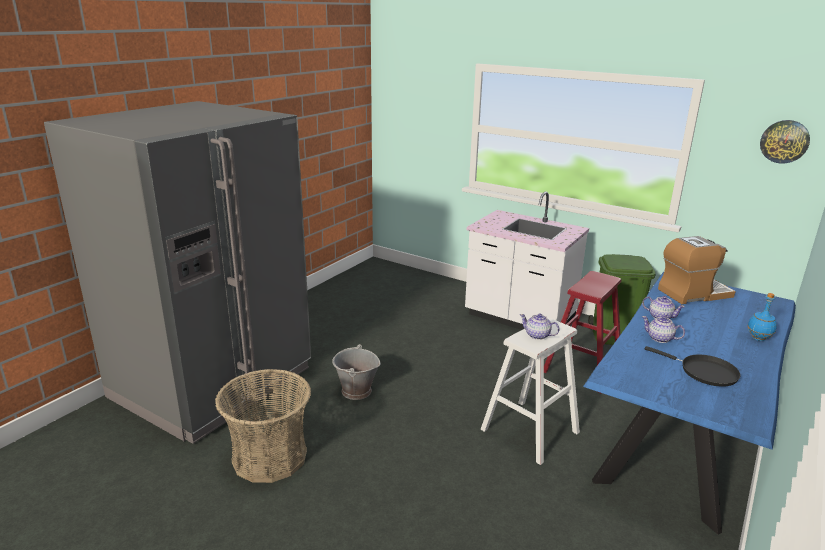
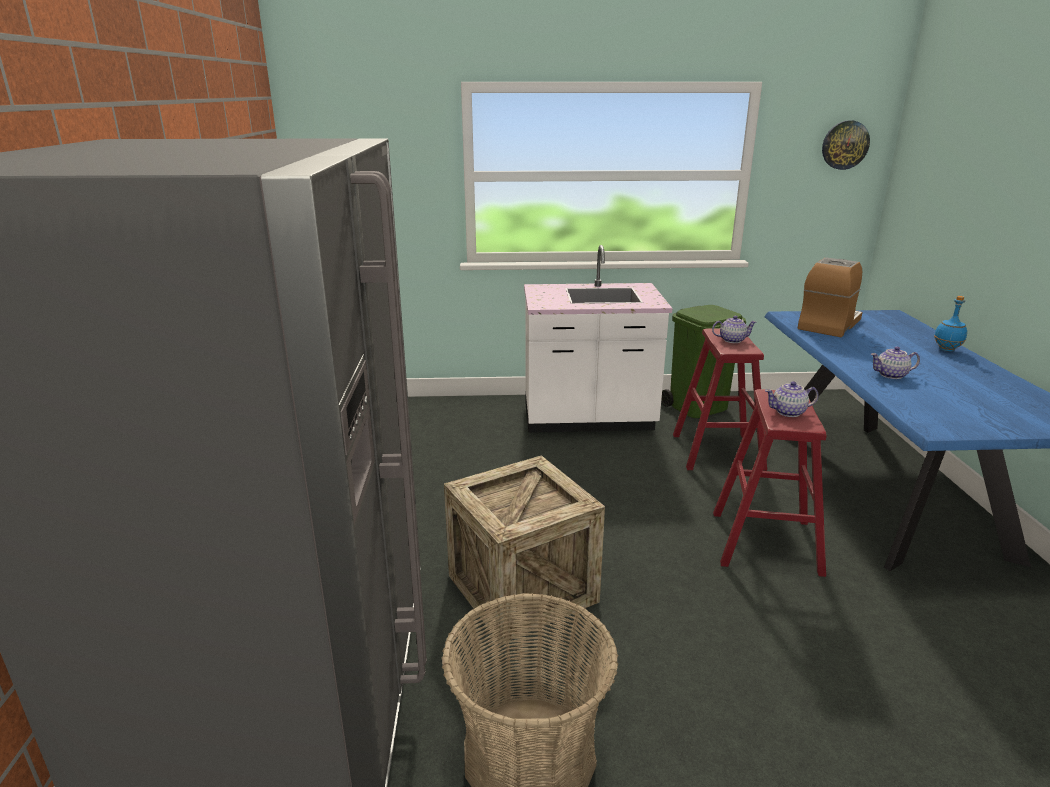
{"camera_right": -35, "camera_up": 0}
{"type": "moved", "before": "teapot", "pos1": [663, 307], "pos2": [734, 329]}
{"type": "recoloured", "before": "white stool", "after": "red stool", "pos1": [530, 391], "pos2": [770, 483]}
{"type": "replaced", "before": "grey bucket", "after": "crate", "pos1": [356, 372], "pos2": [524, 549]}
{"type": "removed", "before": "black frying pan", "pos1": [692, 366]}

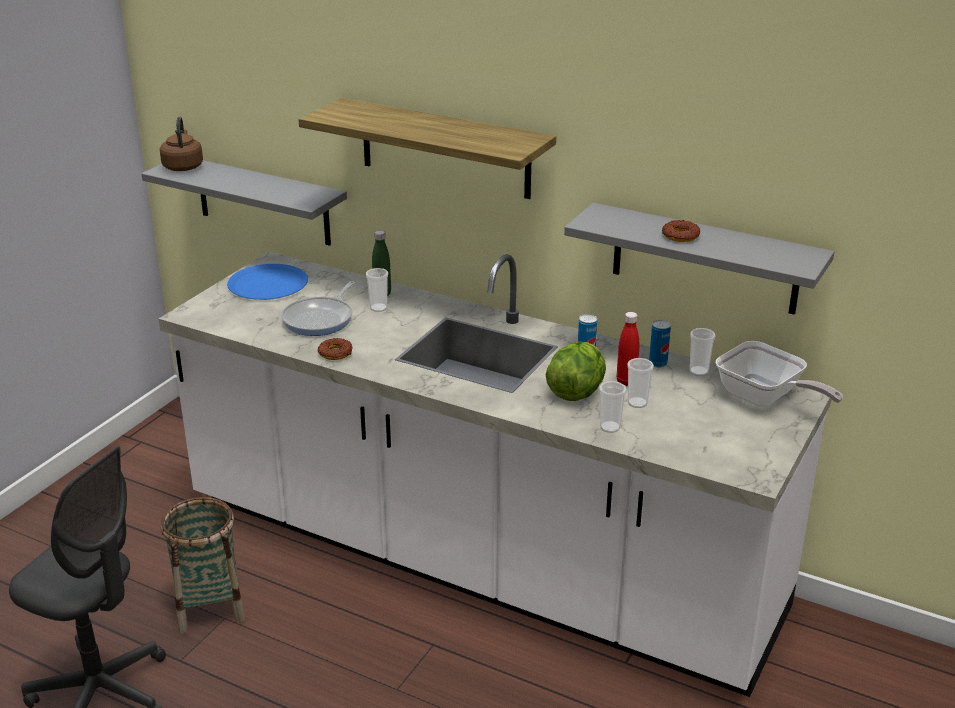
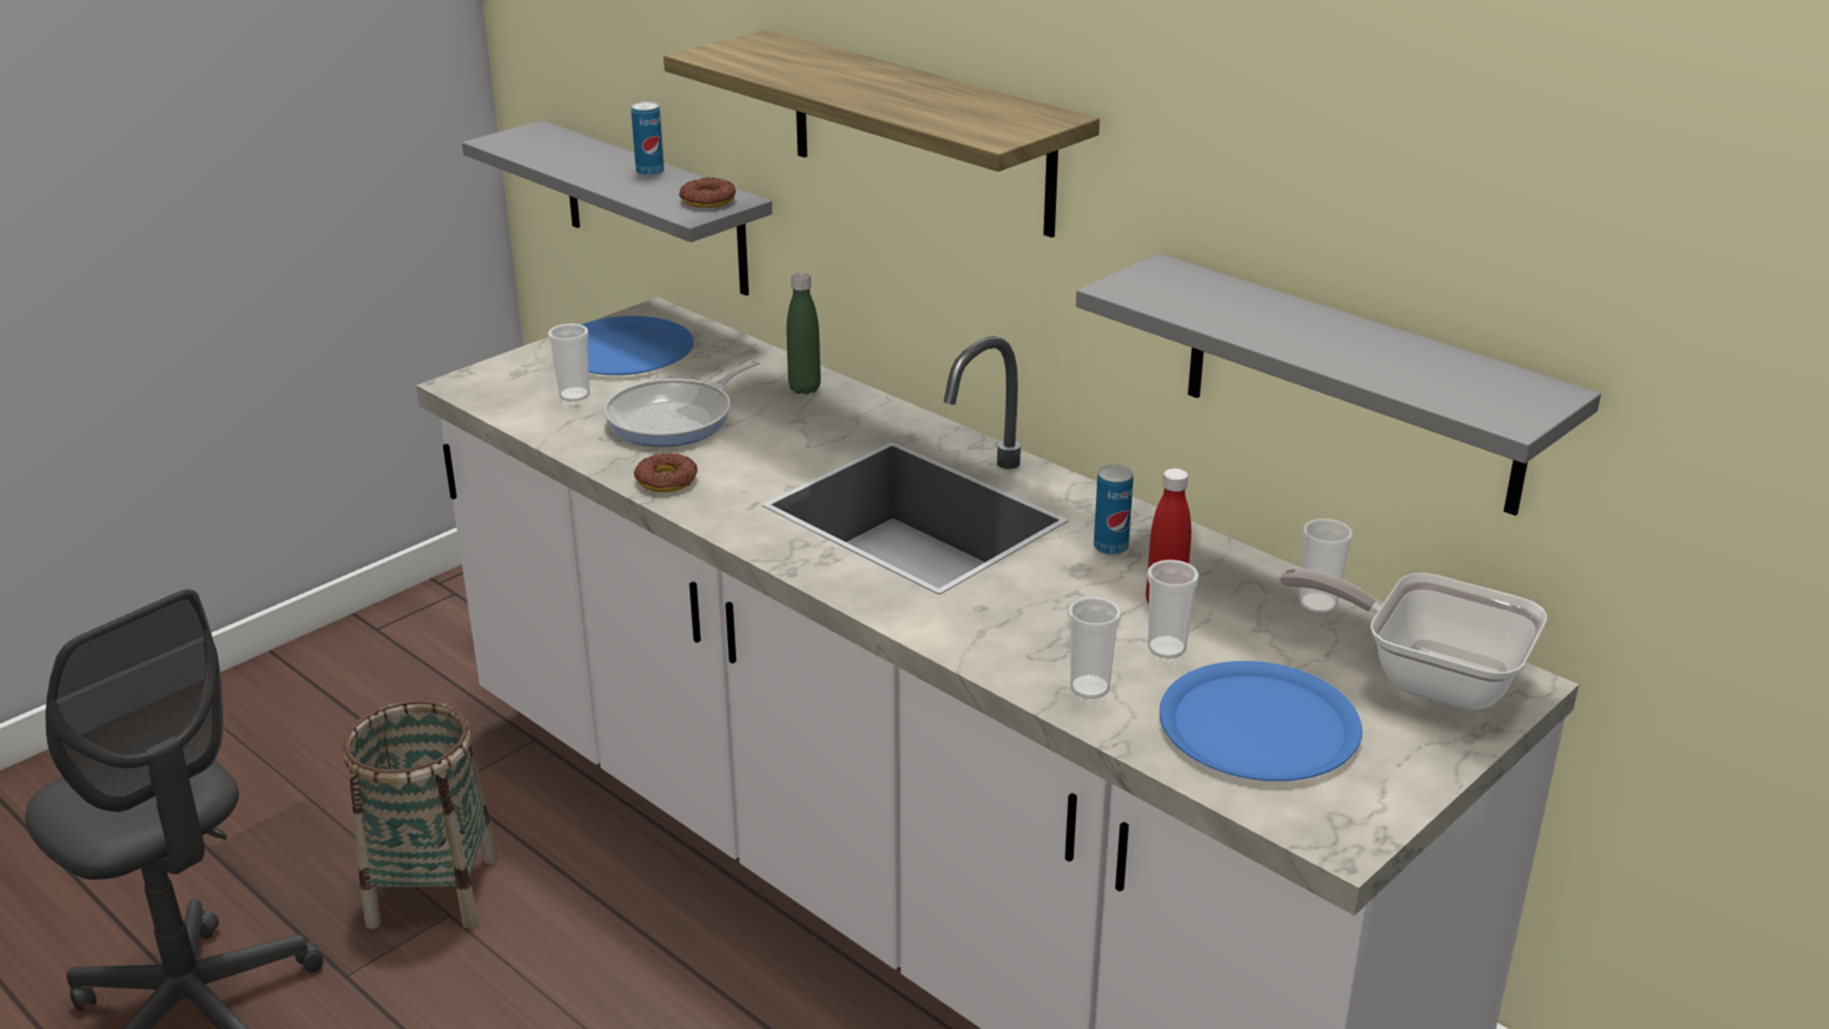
{"camera_right": 15, "camera_up": 0}
{"type": "removed", "before": "brown kettle", "pos1": [181, 143]}
{"type": "moved", "before": "donut", "pos1": [681, 231], "pos2": [707, 192]}
{"type": "moved", "before": "cup", "pos1": [377, 290], "pos2": [569, 362]}
{"type": "moved", "before": "can", "pos1": [660, 343], "pos2": [647, 138]}
{"type": "turned", "before": "frying pan", "pos1": [779, 374], "pos2": [1413, 639], "turn": 150}
{"type": "removed", "before": "lettuce", "pos1": [576, 371]}
{"type": "added", "after": "blue plate", "pos2": [1260, 721]}

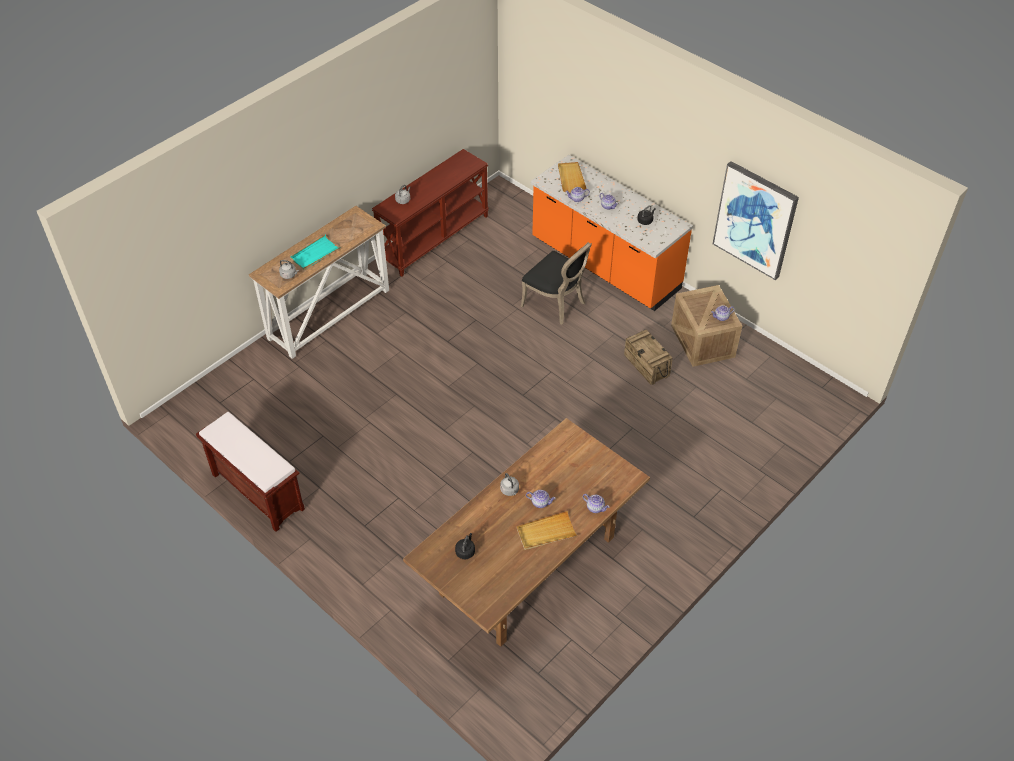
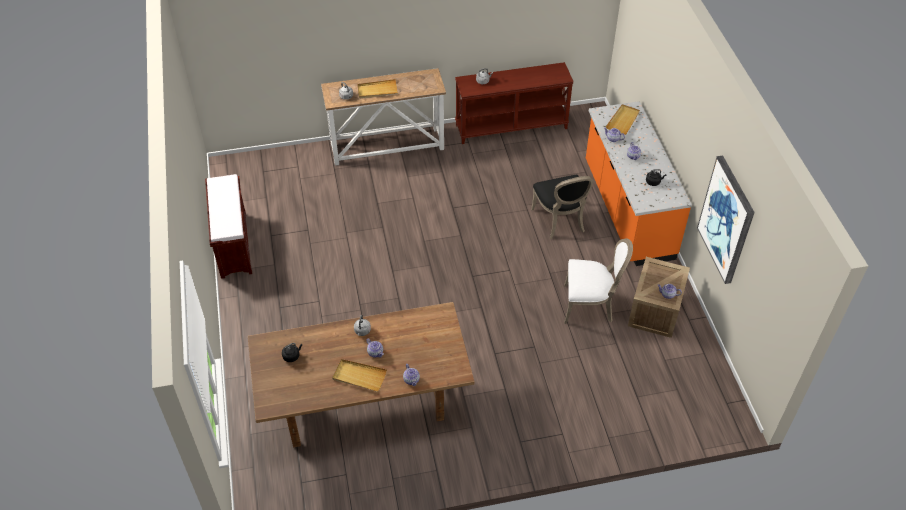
{"camera_right": 35, "camera_up": 0}
{"type": "recoloured", "before": "turquoise tray", "after": "beige tray", "pos1": [315, 252], "pos2": [378, 88]}
{"type": "replaced", "before": "crate", "after": "white chair", "pos1": [648, 357], "pos2": [598, 281]}

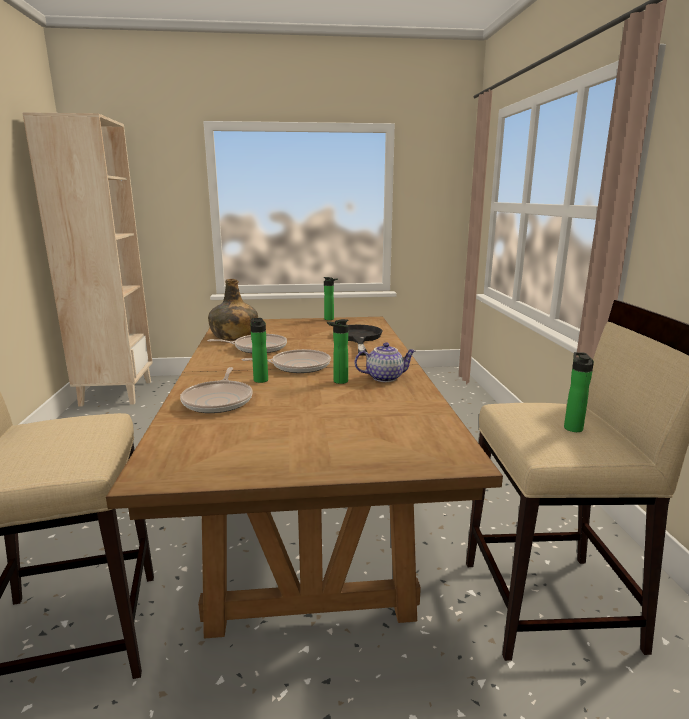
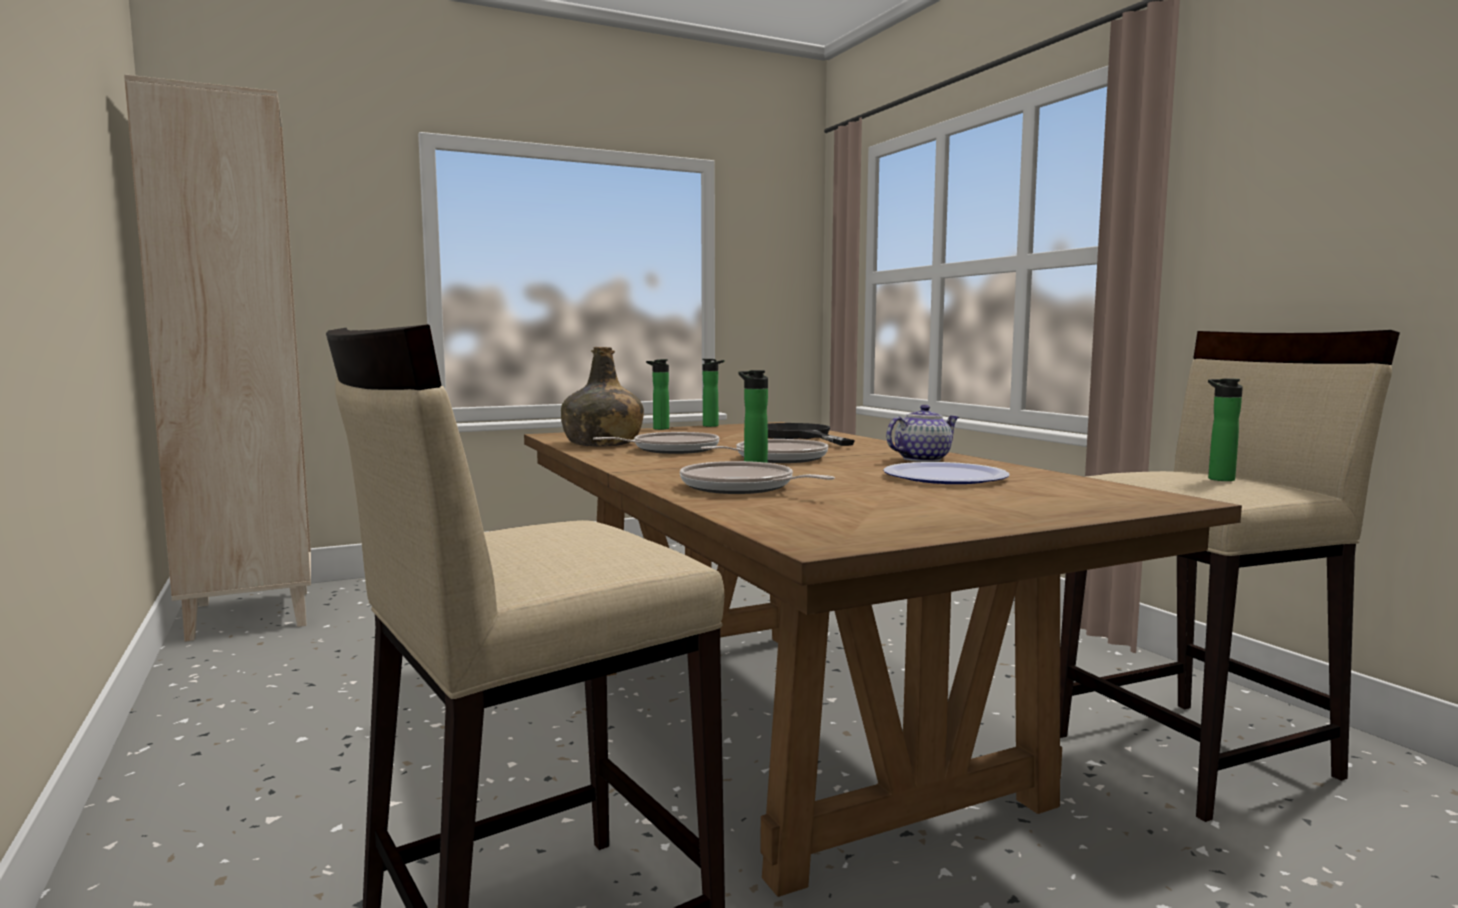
{"camera_right": -20, "camera_up": -10}
{"type": "moved", "before": "bottle", "pos1": [337, 351], "pos2": [657, 394]}
{"type": "turned", "before": "frying pan", "pos1": [216, 390], "pos2": [757, 477], "turn": 150}
{"type": "added", "after": "plate", "pos2": [946, 473]}

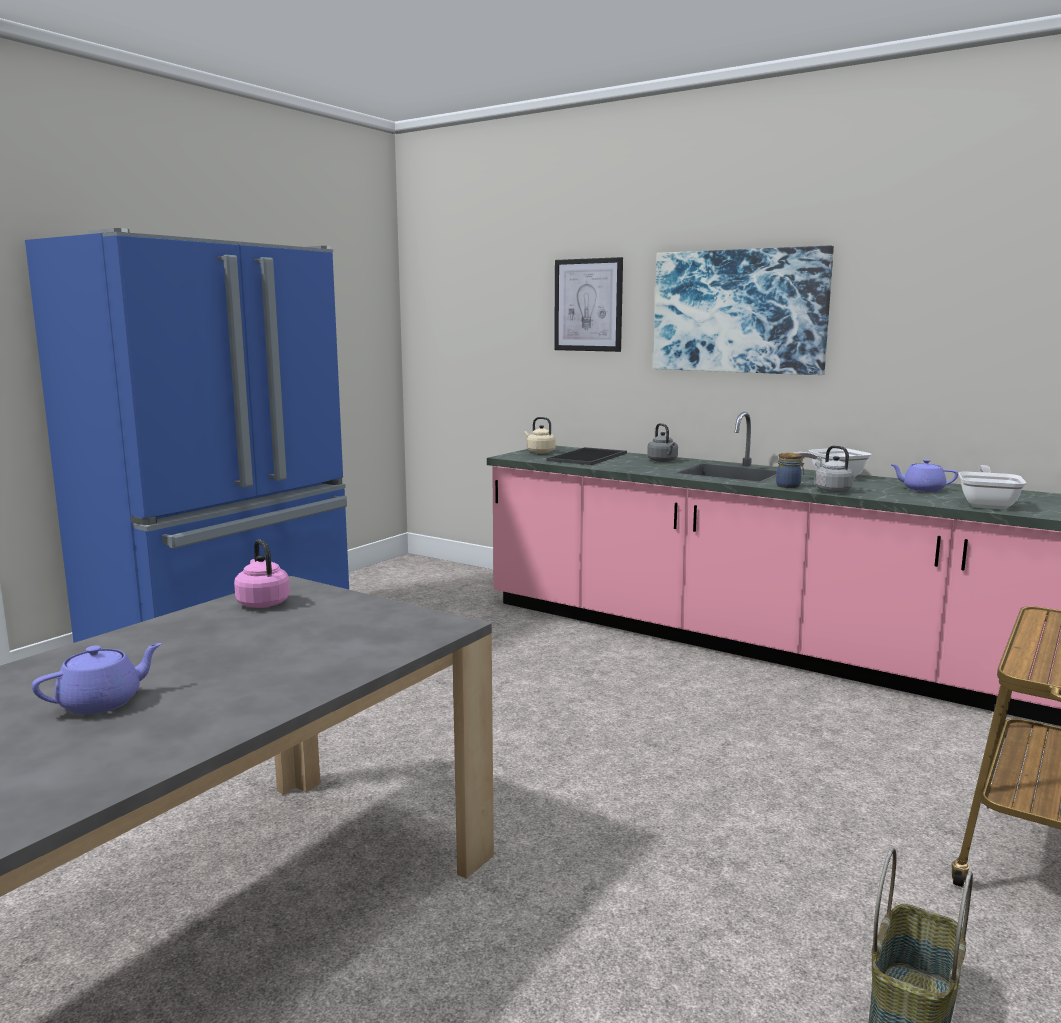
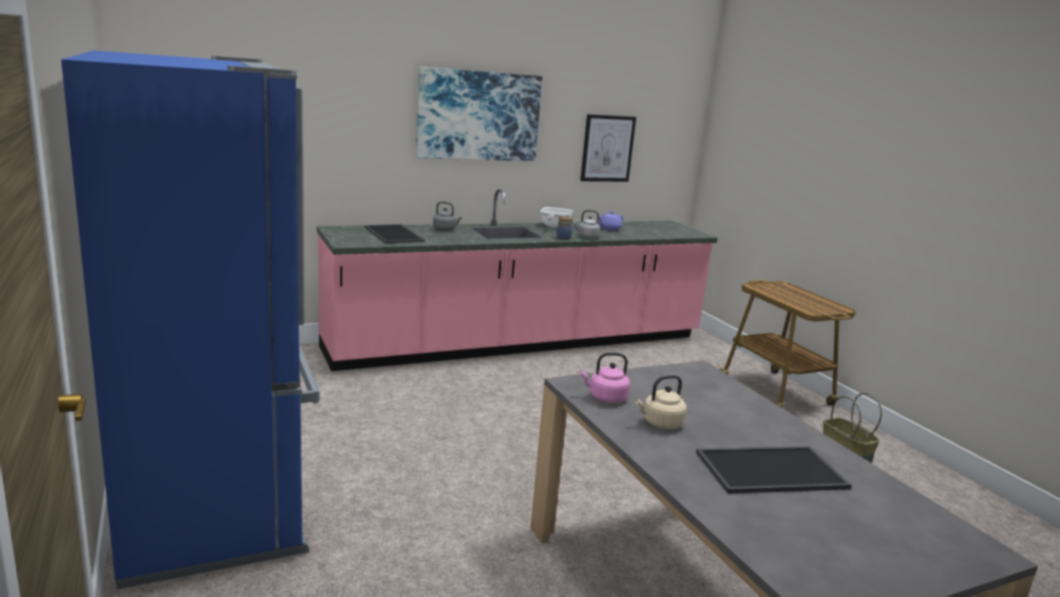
{"camera_right": -60, "camera_up": 5}
{"type": "moved", "before": "picture", "pos1": [588, 304], "pos2": [608, 148]}
{"type": "moved", "before": "beige kettle", "pos1": [540, 435], "pos2": [661, 402]}
{"type": "removed", "before": "frying pan", "pos1": [992, 487]}
{"type": "replaced", "before": "purple teapot", "after": "tray", "pos1": [97, 678], "pos2": [774, 470]}

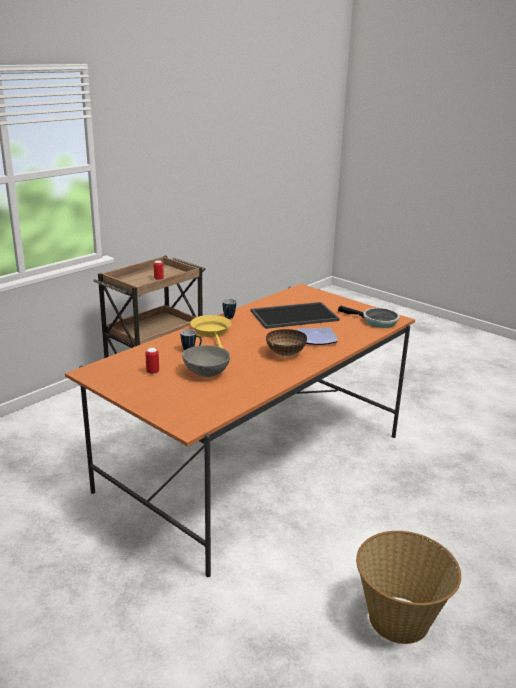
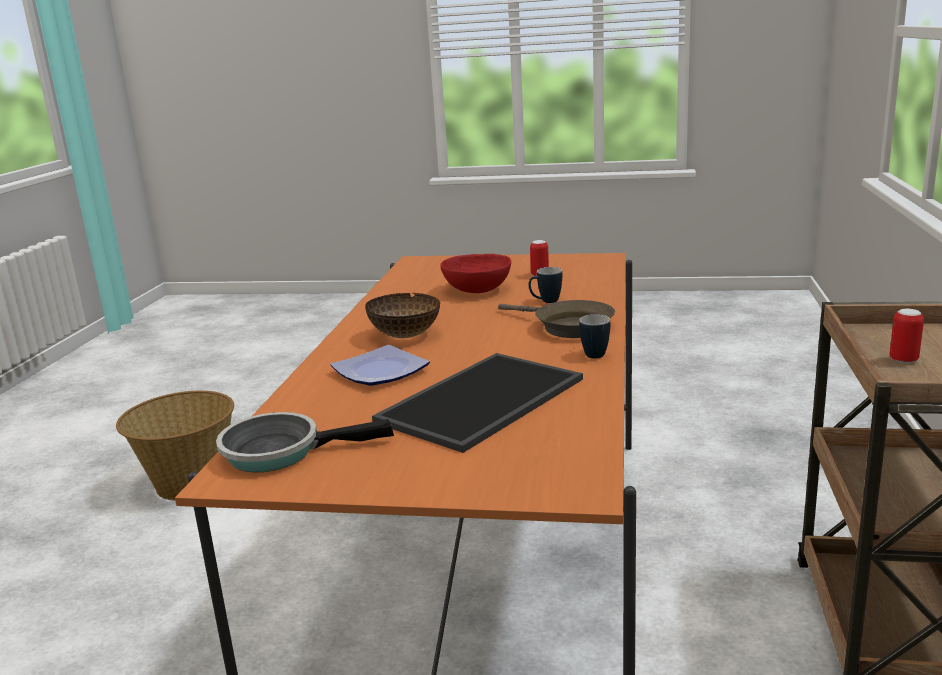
{"camera_right": 150, "camera_up": -5}
{"type": "recoloured", "before": "yellow frying pan", "after": "brown frying pan", "pos1": [210, 331], "pos2": [556, 319]}
{"type": "recoloured", "before": "grey bowl", "after": "red bowl", "pos1": [206, 361], "pos2": [475, 273]}

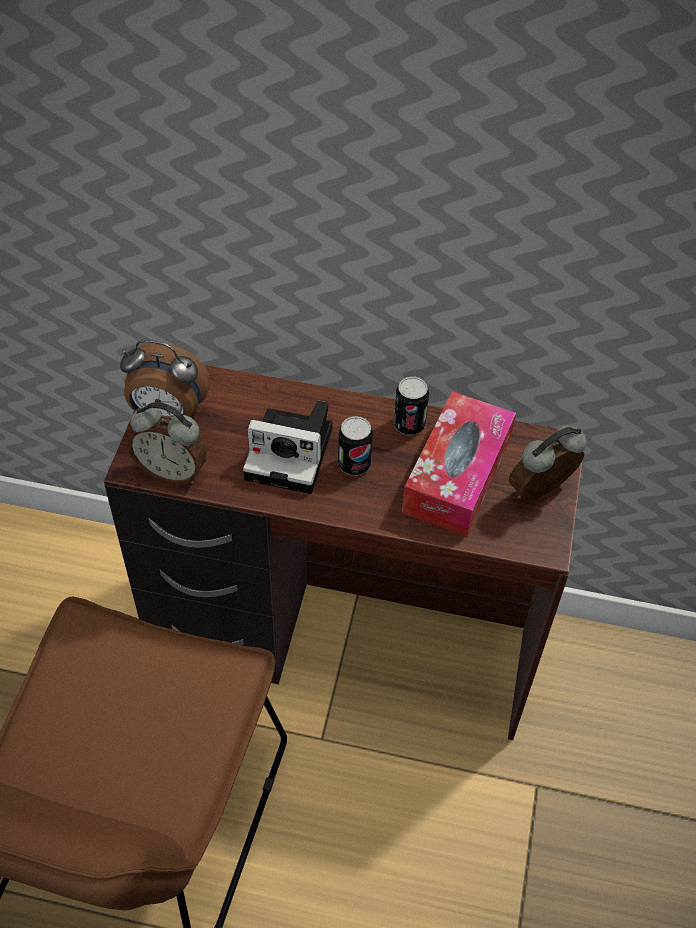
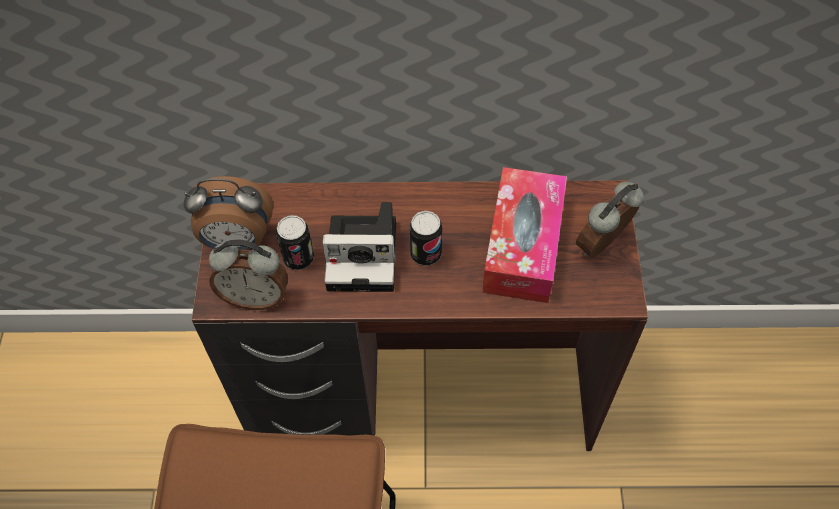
{"camera_right": -10, "camera_up": 5}
{"type": "moved", "before": "can", "pos1": [411, 405], "pos2": [295, 242]}

